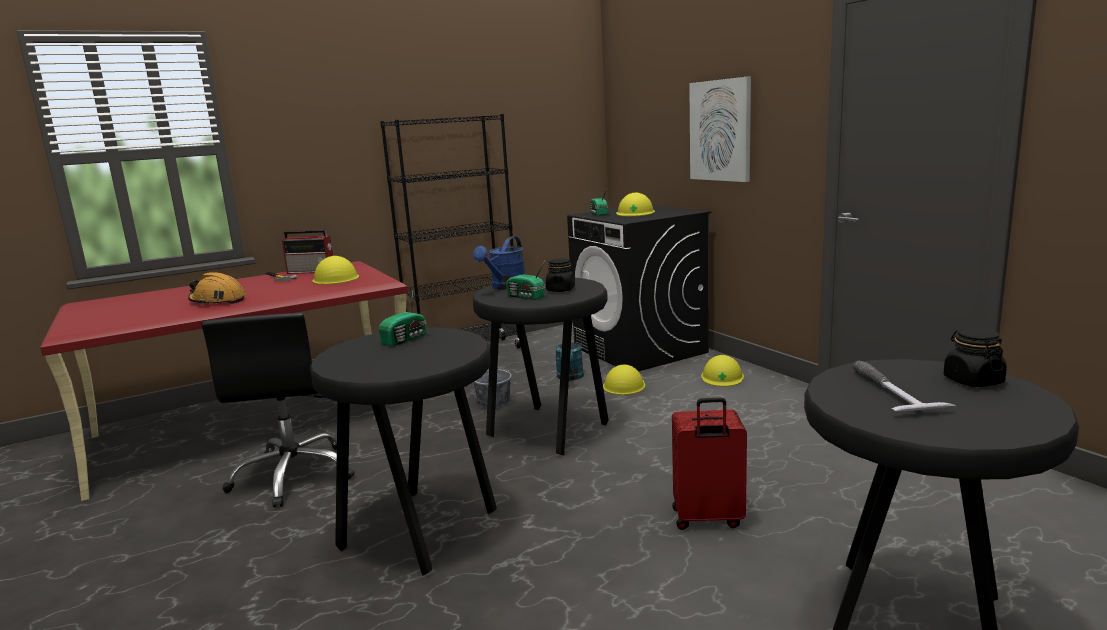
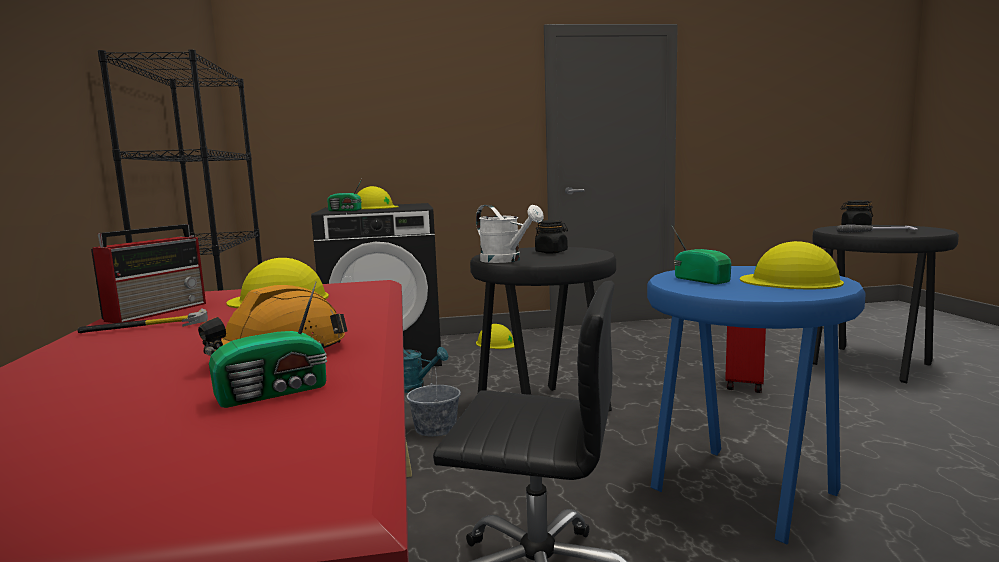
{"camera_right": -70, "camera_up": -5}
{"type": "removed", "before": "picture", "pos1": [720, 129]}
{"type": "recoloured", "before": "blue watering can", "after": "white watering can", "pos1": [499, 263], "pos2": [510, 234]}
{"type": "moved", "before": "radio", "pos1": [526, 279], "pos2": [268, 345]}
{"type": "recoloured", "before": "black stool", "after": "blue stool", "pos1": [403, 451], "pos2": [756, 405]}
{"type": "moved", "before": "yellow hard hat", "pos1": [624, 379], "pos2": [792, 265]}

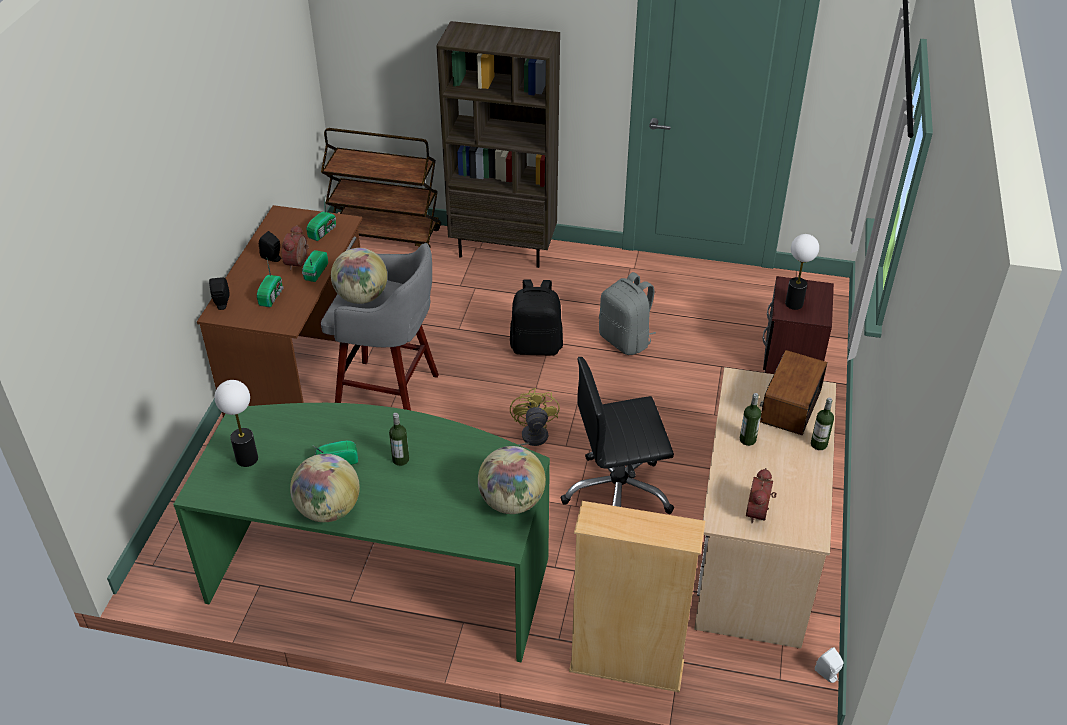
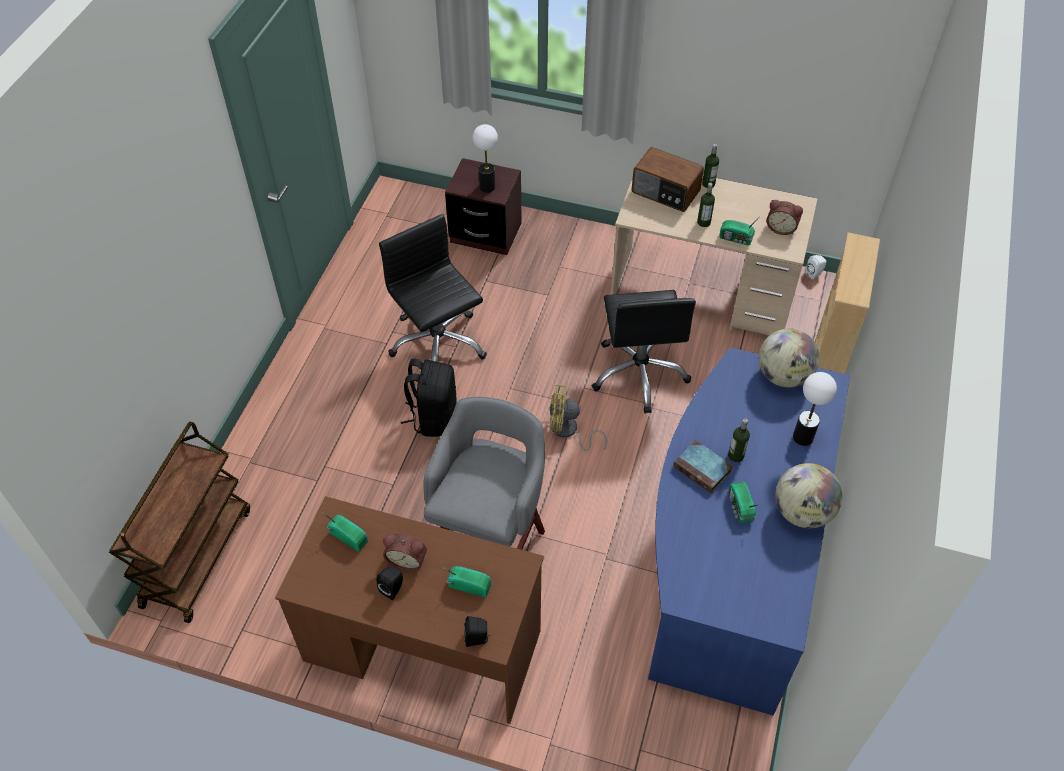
{"camera_right": -85, "camera_up": 10}
{"type": "removed", "before": "brown bookcase", "pos1": [498, 144]}
{"type": "removed", "before": "globe", "pos1": [359, 276]}
{"type": "moved", "before": "radio", "pos1": [315, 266], "pos2": [740, 230]}
{"type": "replaced", "before": "grey backpack", "after": "black office chair", "pos1": [627, 313], "pos2": [433, 288]}
{"type": "moved", "before": "table lamp", "pos1": [236, 423], "pos2": [815, 409]}
{"type": "recoloured", "before": "green desk", "after": "blue desk", "pos1": [361, 532], "pos2": [749, 531]}
{"type": "added", "after": "book", "pos2": [703, 466]}

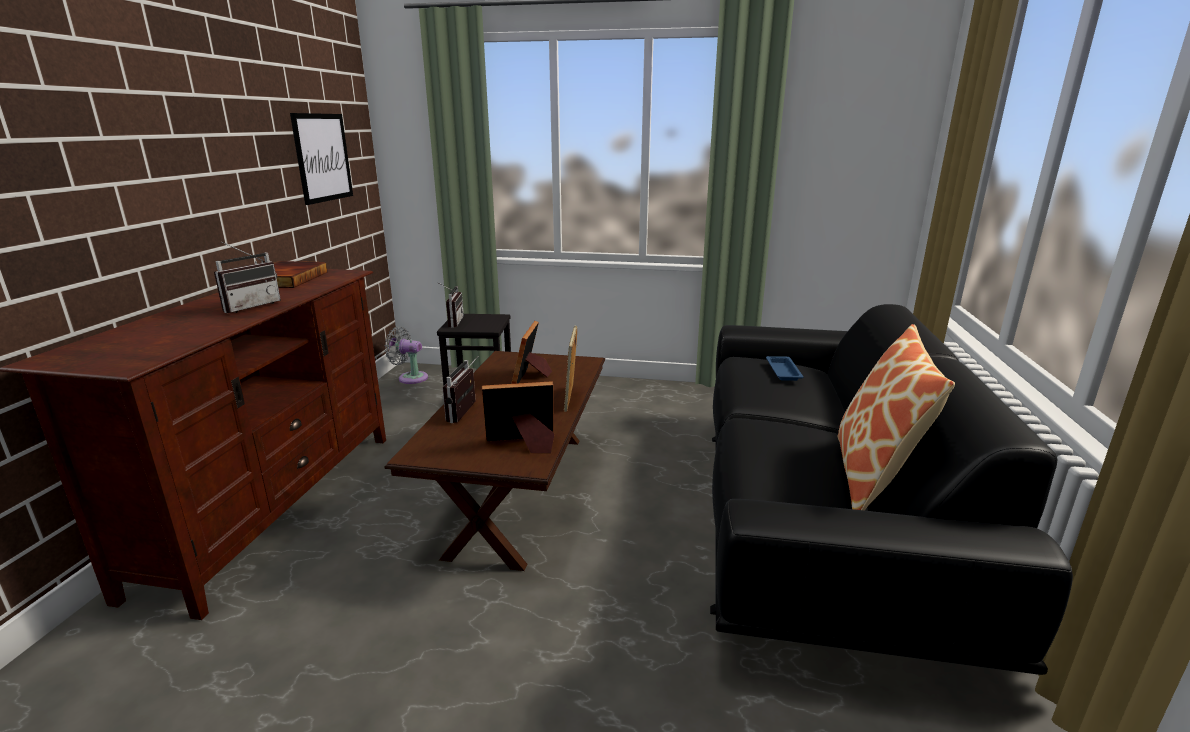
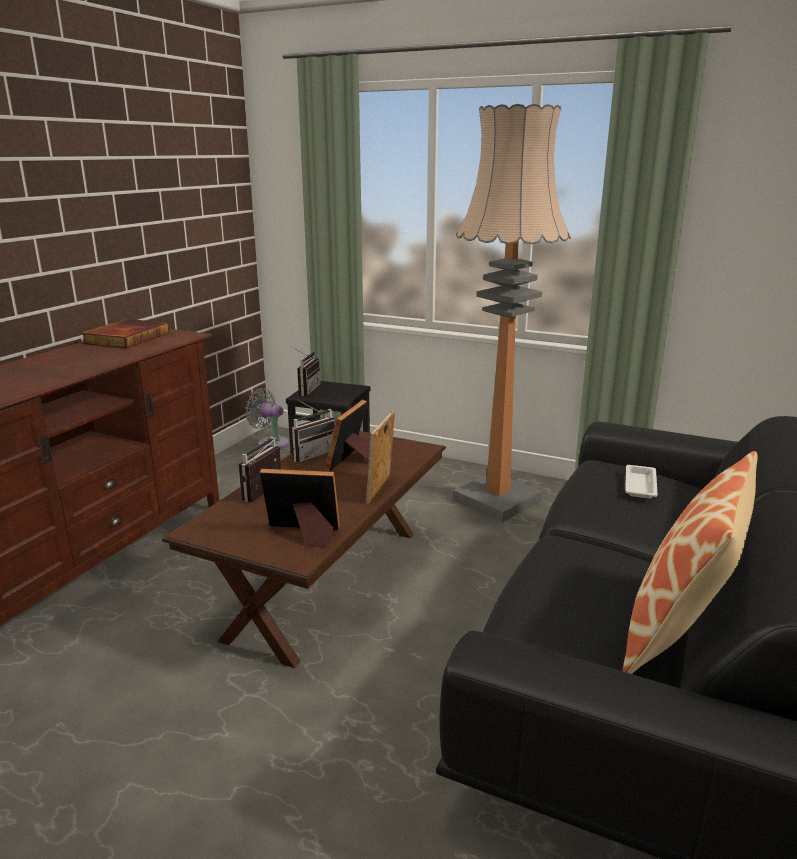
{"camera_right": 15, "camera_up": 0}
{"type": "removed", "before": "picture", "pos1": [321, 159]}
{"type": "moved", "before": "radio", "pos1": [247, 277], "pos2": [313, 431]}
{"type": "recoloured", "before": "blue tray", "after": "white tray", "pos1": [785, 368], "pos2": [641, 482]}
{"type": "added", "after": "floor lamp", "pos2": [512, 313]}

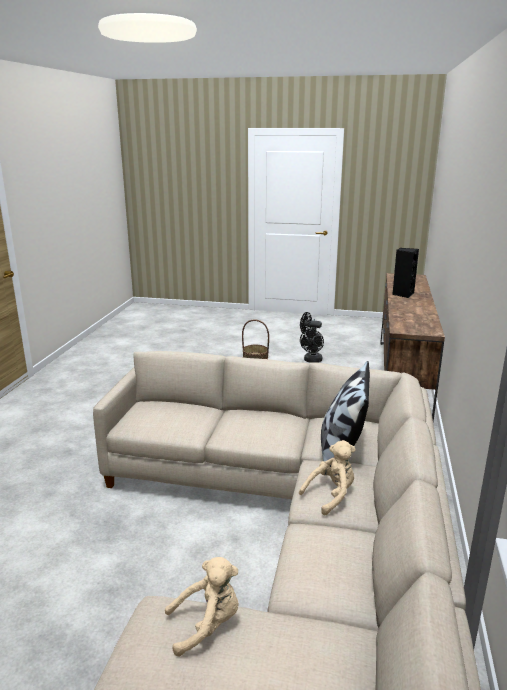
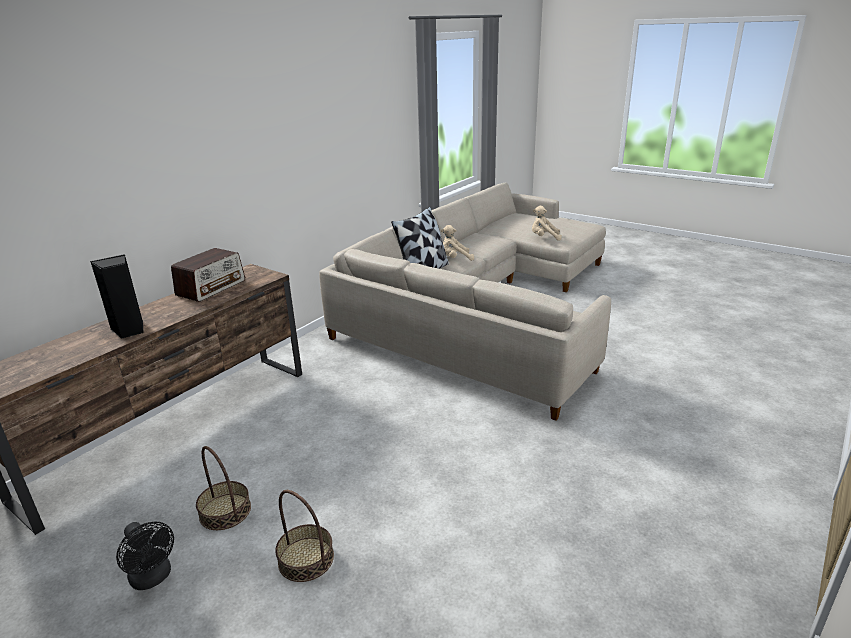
{"camera_right": -155, "camera_up": 5}
{"type": "replaced", "before": "black fan", "after": "basket", "pos1": [312, 346], "pos2": [223, 488]}
{"type": "added", "after": "radio", "pos2": [208, 275]}

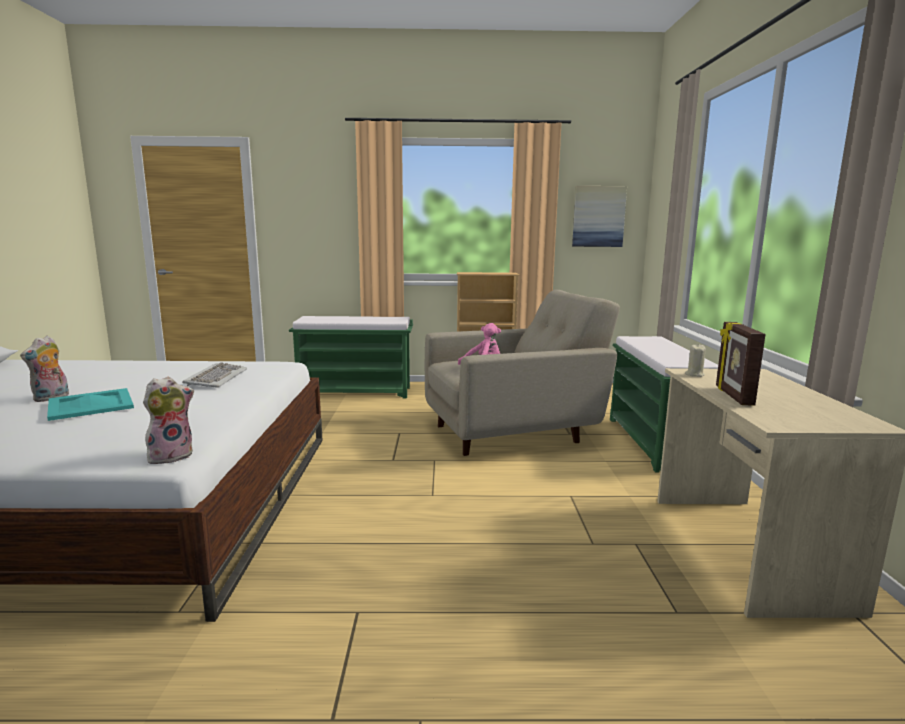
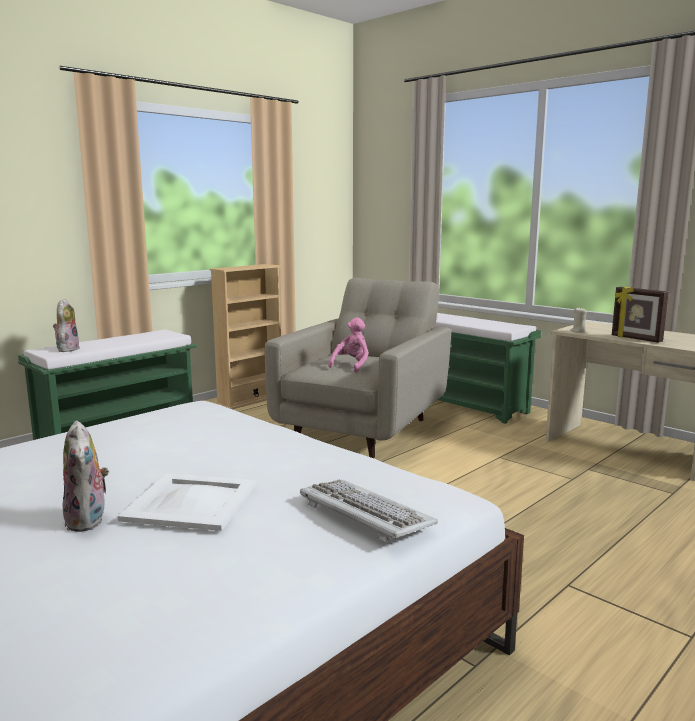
{"camera_right": -45, "camera_up": 0}
{"type": "removed", "before": "picture", "pos1": [599, 216]}
{"type": "moved", "before": "keyboard", "pos1": [214, 375], "pos2": [369, 511]}
{"type": "moved", "before": "plush toy", "pos1": [168, 420], "pos2": [66, 325]}
{"type": "recoloured", "before": "turquoise tray", "after": "white tray", "pos1": [90, 404], "pos2": [187, 502]}

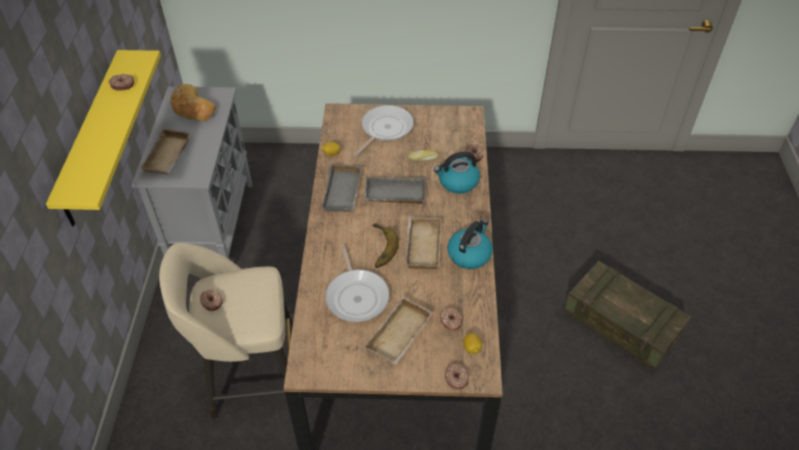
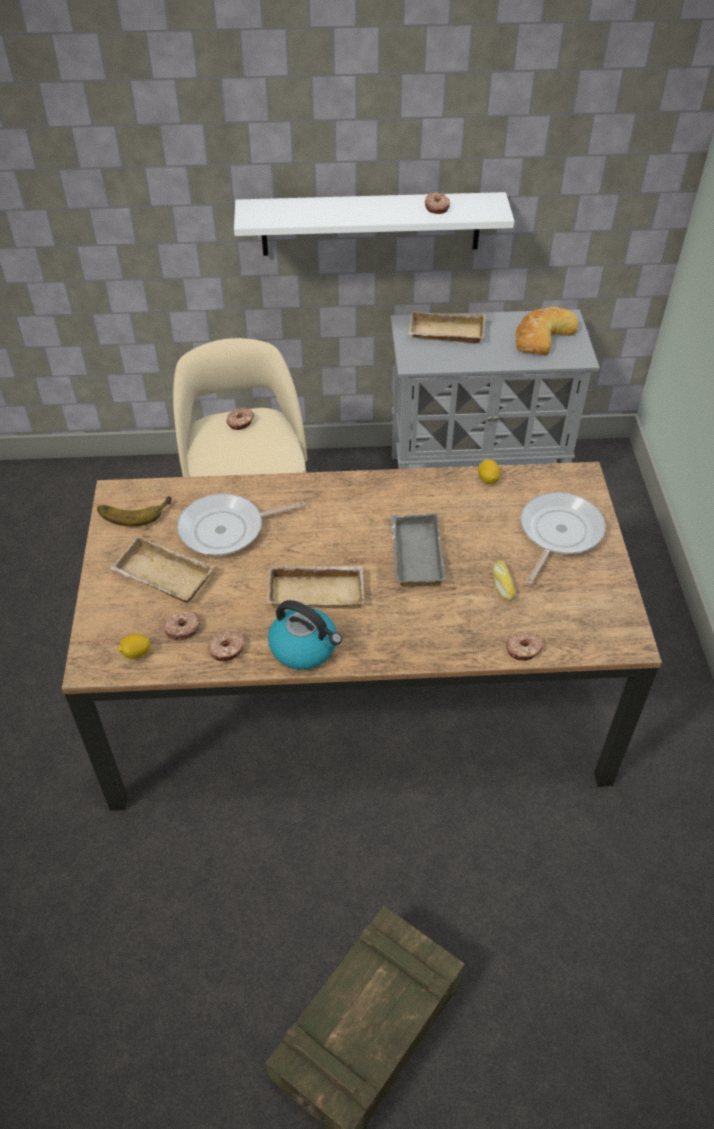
{"camera_right": 85, "camera_up": 0}
{"type": "recoloured", "before": "yellow shelf", "after": "white shelf", "pos1": [103, 138], "pos2": [374, 224]}
{"type": "turned", "before": "frying pan", "pos1": [384, 130], "pos2": [563, 538], "turn": -90}
{"type": "removed", "before": "kettle", "pos1": [457, 173]}
{"type": "removed", "before": "grey tray", "pos1": [342, 187]}
{"type": "moved", "before": "banana", "pos1": [385, 245], "pos2": [134, 511]}
{"type": "moved", "before": "donut", "pos1": [457, 376], "pos2": [227, 646]}

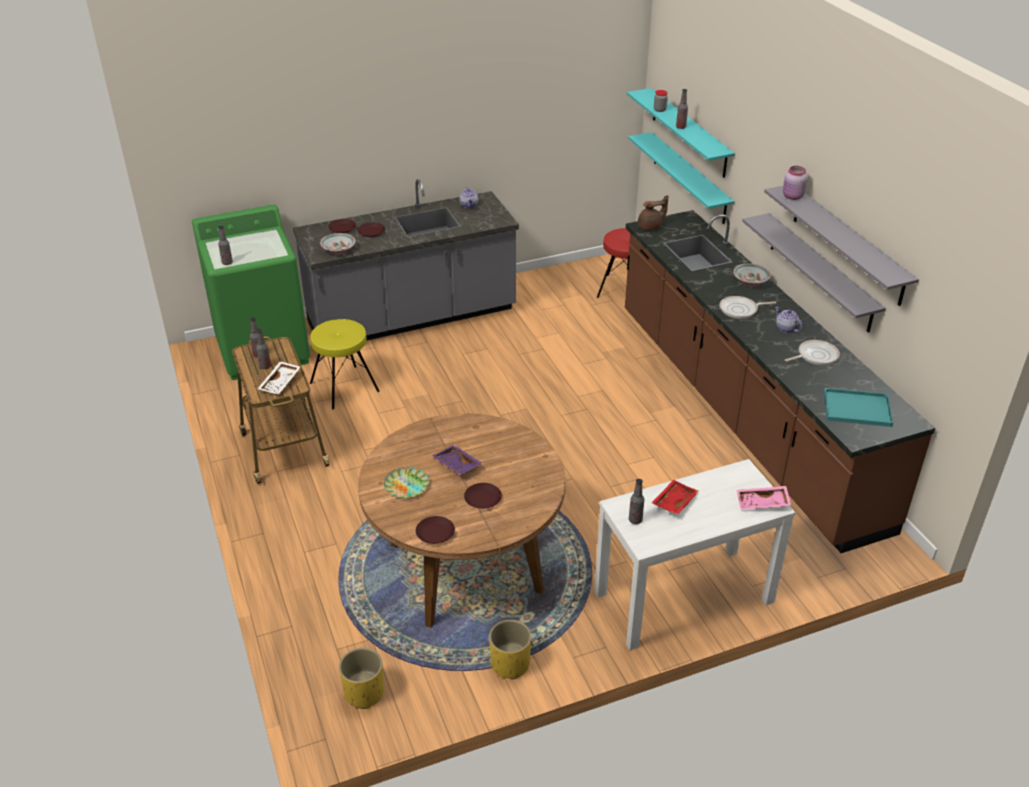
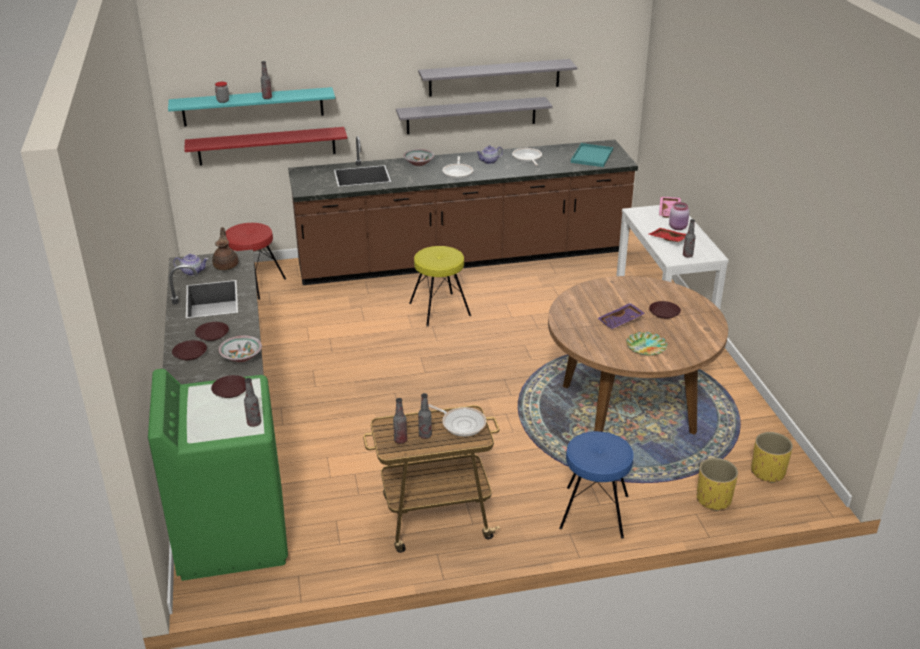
{"camera_right": -80, "camera_up": -5}
{"type": "recoloured", "before": "turquoise shelf", "after": "red shelf", "pos1": [681, 178], "pos2": [265, 146]}
{"type": "moved", "before": "pink jar", "pos1": [795, 183], "pos2": [679, 216]}
{"type": "moved", "before": "brown teapot", "pos1": [653, 212], "pos2": [225, 248]}
{"type": "moved", "before": "yellow stool", "pos1": [345, 364], "pos2": [440, 286]}
{"type": "replaced", "before": "white tray", "after": "frying pan", "pos1": [279, 377], "pos2": [457, 420]}
{"type": "moved", "before": "brown plate", "pos1": [435, 530], "pos2": [228, 386]}
{"type": "moved", "before": "yellow planter", "pos1": [510, 650], "pos2": [717, 484]}
{"type": "added", "after": "blue stool", "pos2": [596, 485]}

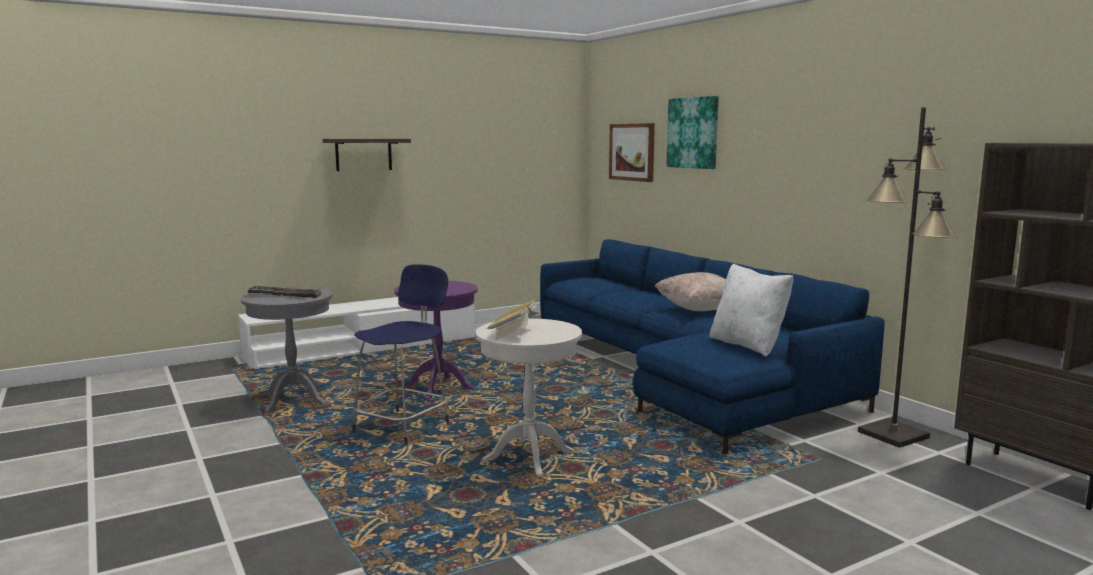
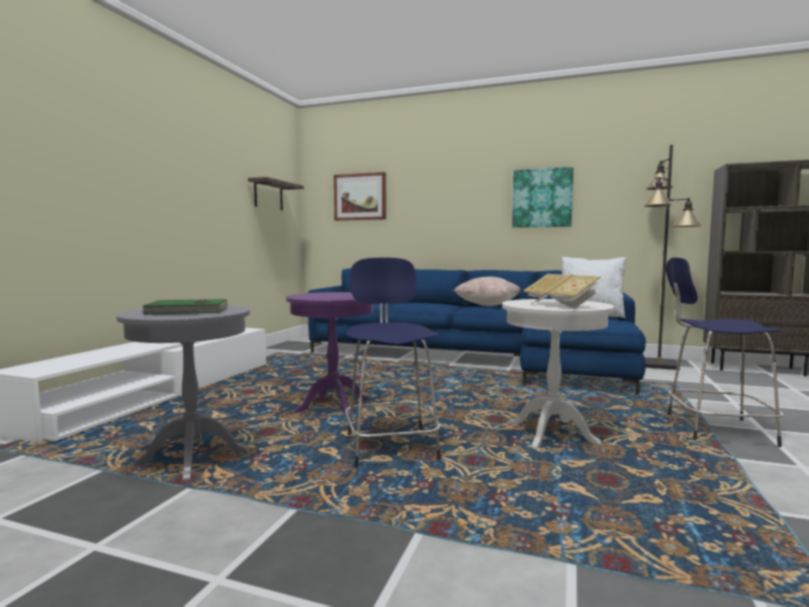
{"camera_right": -40, "camera_up": -5}
{"type": "moved", "before": "picture", "pos1": [692, 132], "pos2": [542, 197]}
{"type": "moved", "before": "shelf", "pos1": [367, 155], "pos2": [276, 193]}
{"type": "replaced", "before": "tray", "after": "green book", "pos1": [285, 292], "pos2": [185, 307]}
{"type": "added", "after": "blue stool", "pos2": [725, 352]}

